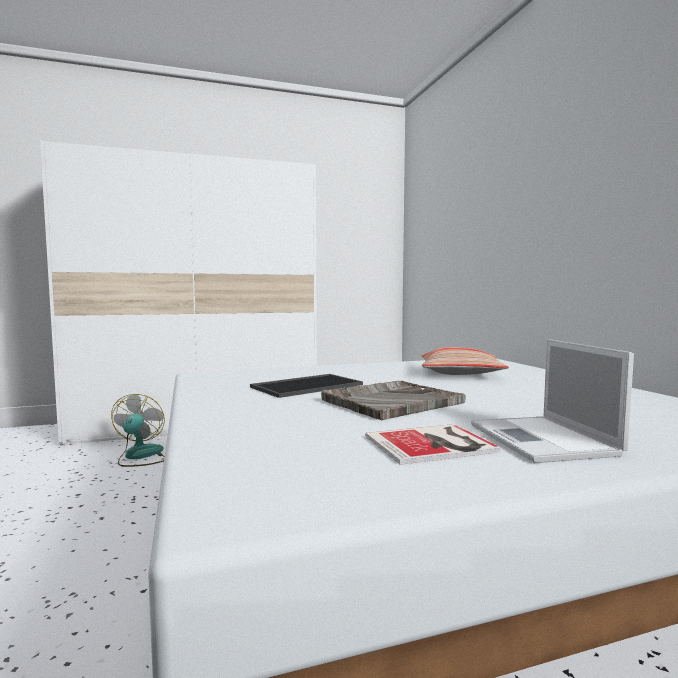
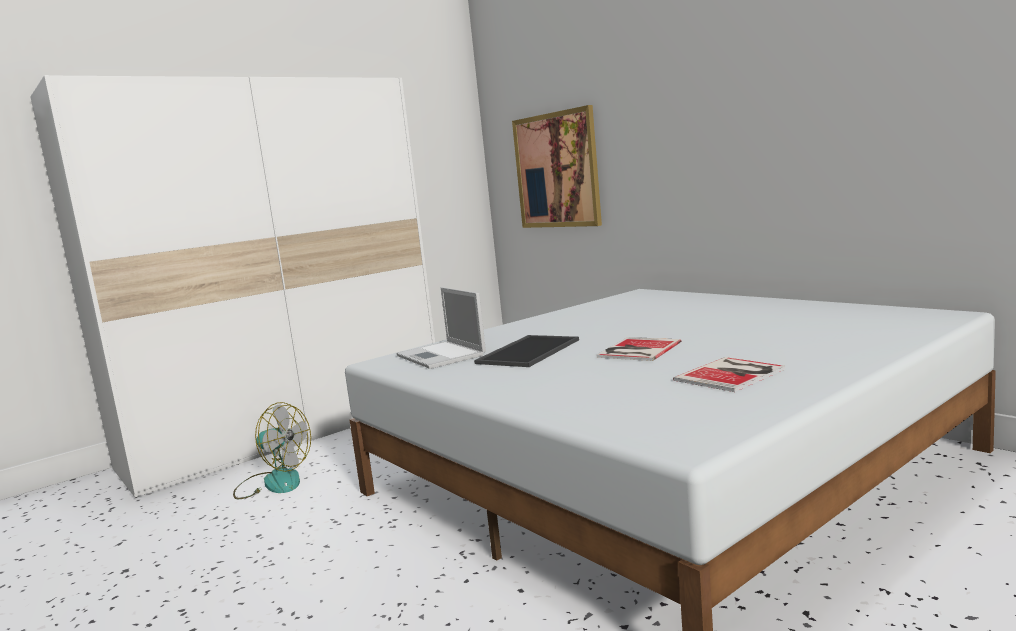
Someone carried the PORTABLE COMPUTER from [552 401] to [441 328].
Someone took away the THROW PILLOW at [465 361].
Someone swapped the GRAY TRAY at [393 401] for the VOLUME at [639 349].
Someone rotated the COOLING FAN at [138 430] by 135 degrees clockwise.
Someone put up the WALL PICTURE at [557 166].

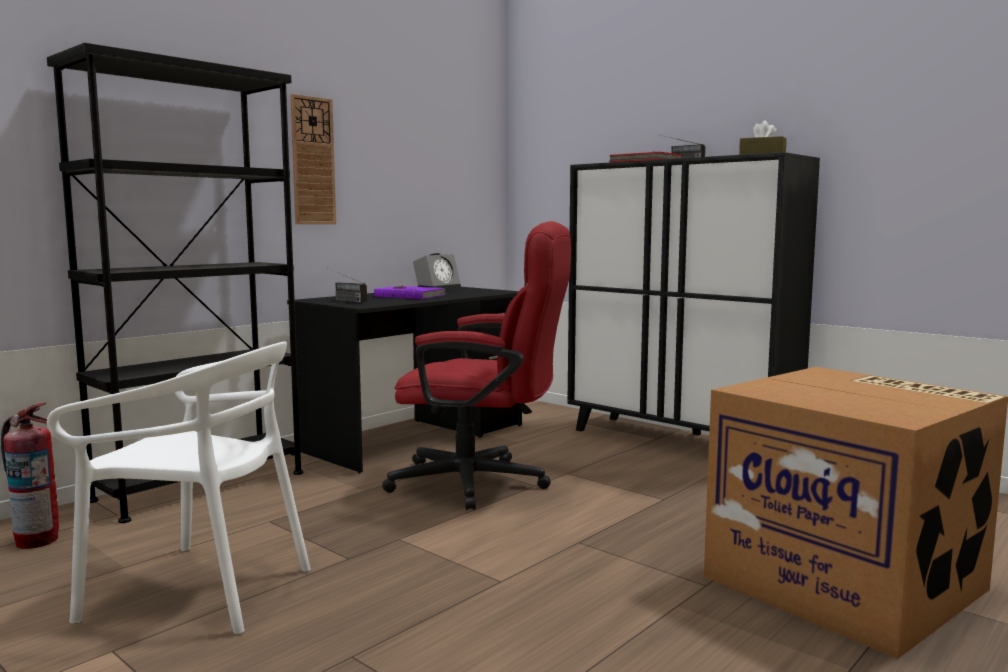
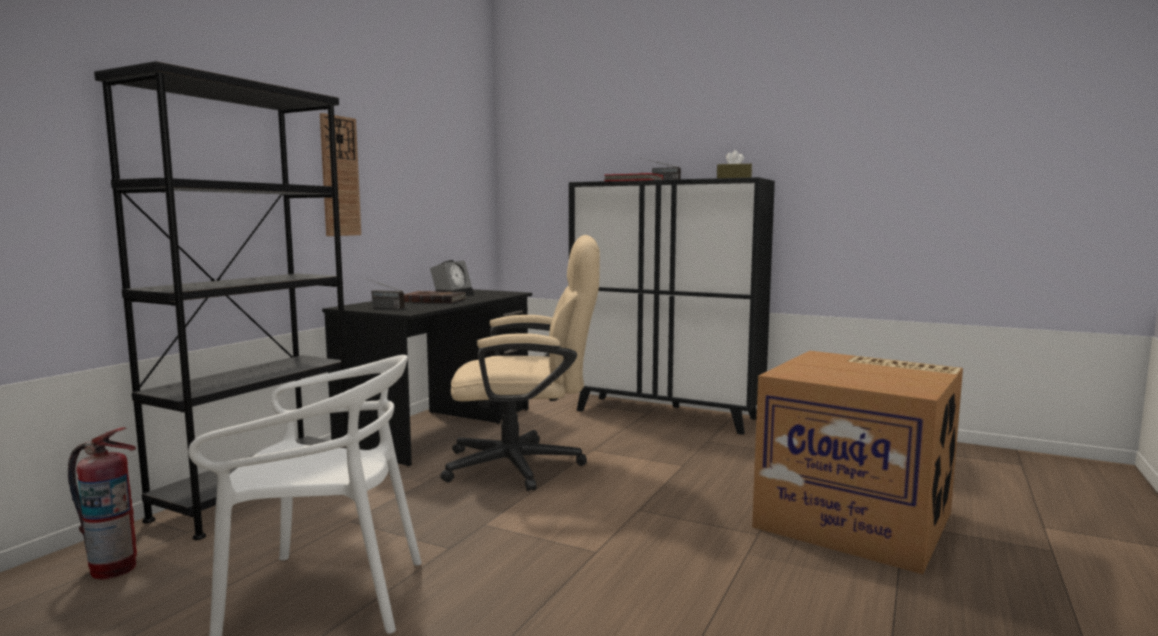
Someone repainted the RED OFFICE CHAIR at [476 365], which became the BEIGE-COLOURED OFFICE CHAIR at [520 363].
Someone repainted the PURPLE VOLUME at [409 292], which became the BROWN-COLOURED VOLUME at [435 297].

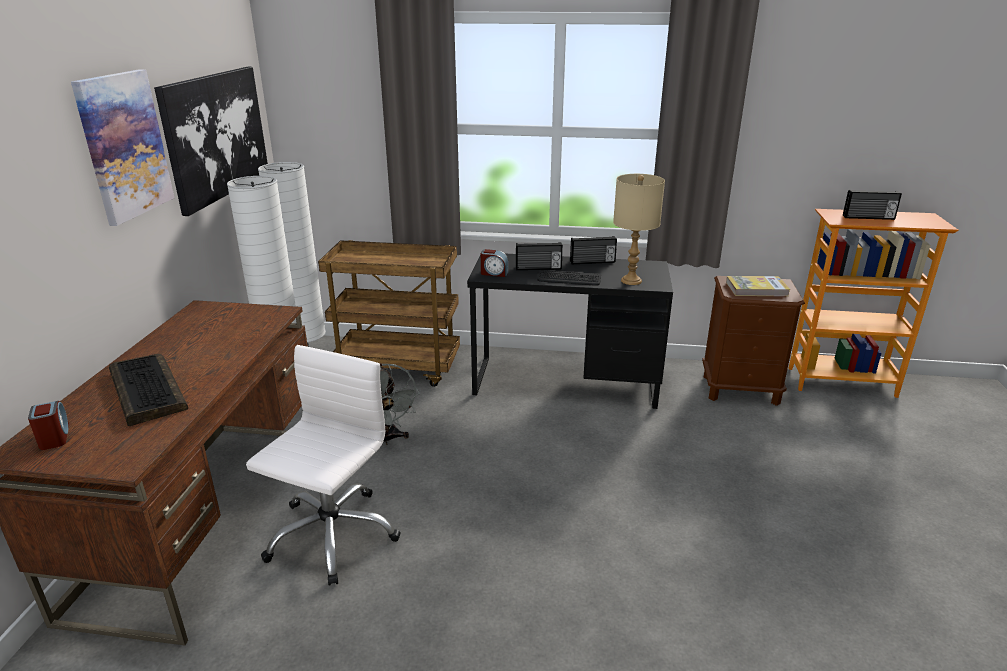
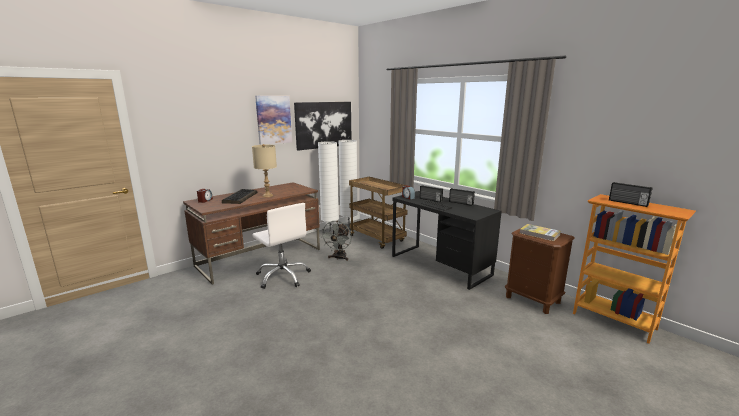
Someone carried the BEIGE-COLOURED LAMP FOR A TABLE from [639 229] to [264 170].
Someone rotated the WHITE OFFICE CHAIR at [323 465] by 75 degrees clockwise.

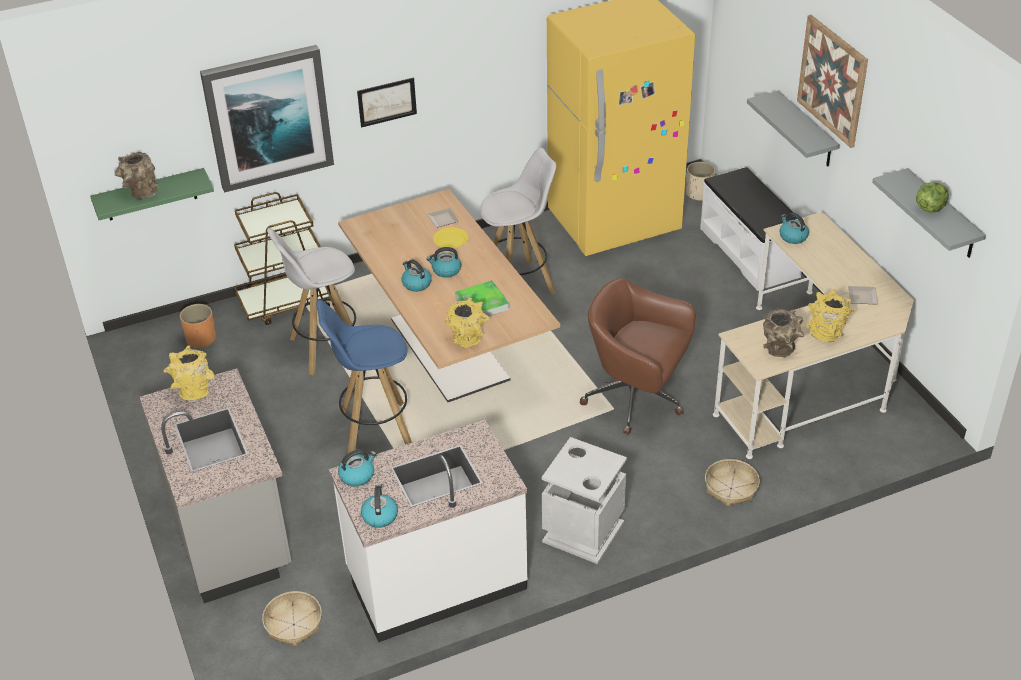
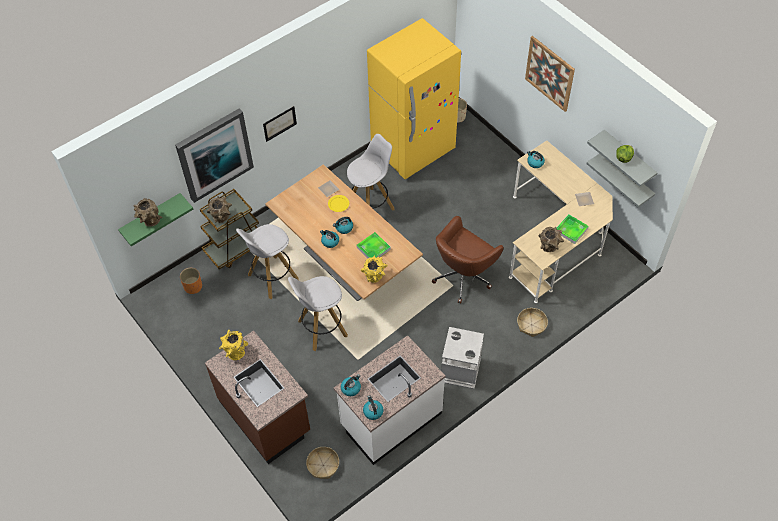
Someone carried the GRAY BRACKET SHELF from [793 128] to [621 180].
Someone took away the WHITE INDOOR BENCH at [751 229].
Someone rotated the BROWN-COLOURED OFFICE CHAIR at [638 356] by 60 degrees counterclockwise.
Someone swapped the YELLOW FLOWER VASE at [829 316] for the TRAY at [572 229].
Someone repainted the BLUE STOOL SEAT at [364 376], which became the WHITE STOOL SEAT at [318 313].
Someone repainted the GRAY COUNTER at [216 486], which became the BROWN-COLOURED COUNTER at [257 397].
Someone put down the BROWN-COLOURED FLOWER VASE at [219 209].

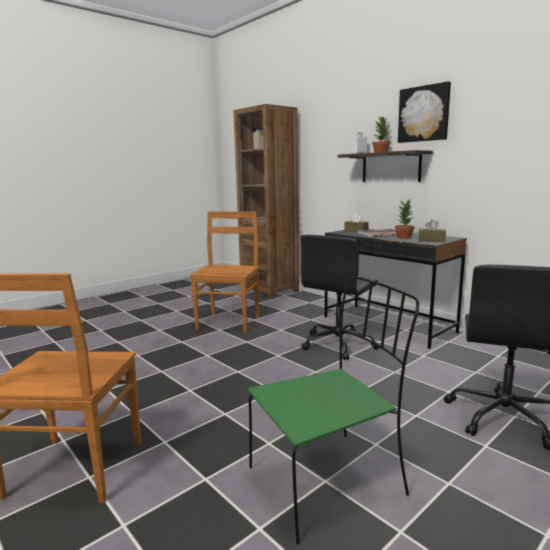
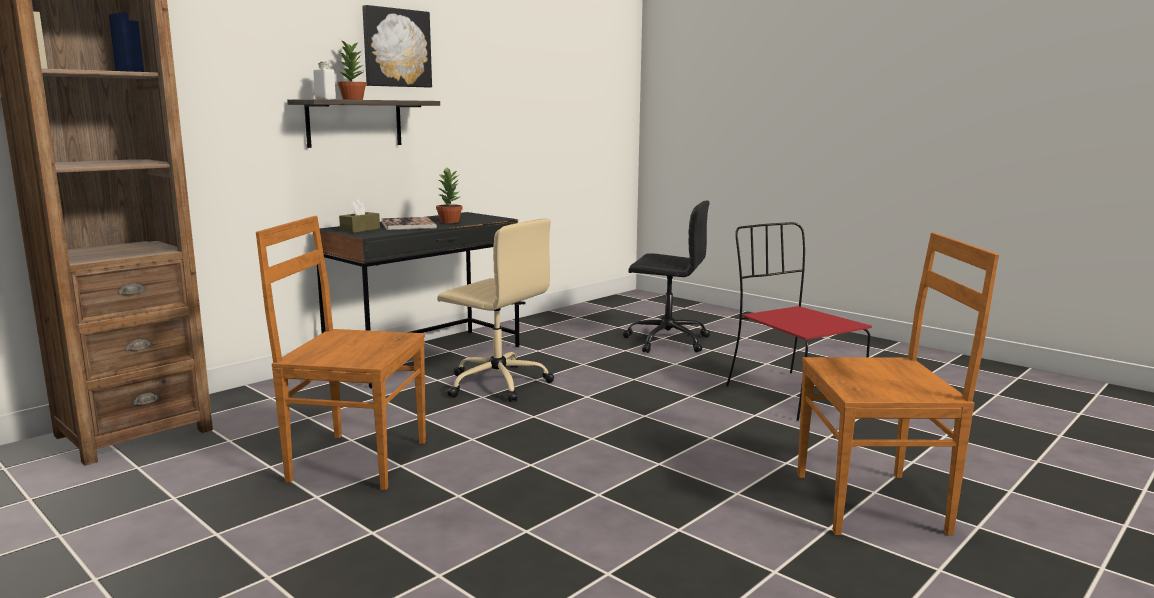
Someone took away the BROWN-COLOURED TISSUE HOLDER at [432 230].
Someone repainted the BLACKISH OFFICE CHAIR at [340 297], which became the BEIGE-COLOURED OFFICE CHAIR at [495 310].
Someone repainted the GREEN-COLOURED UPRIGHT CHAIR at [333 411], which became the RED UPRIGHT CHAIR at [799 321].

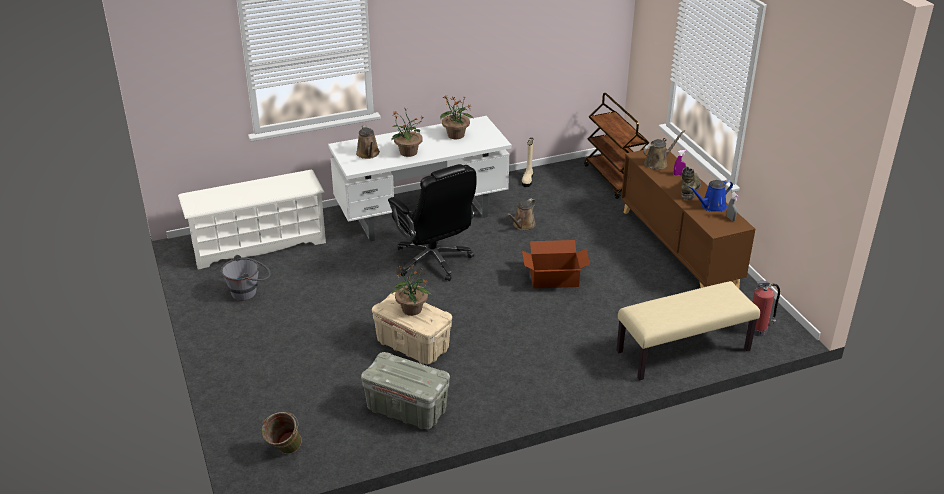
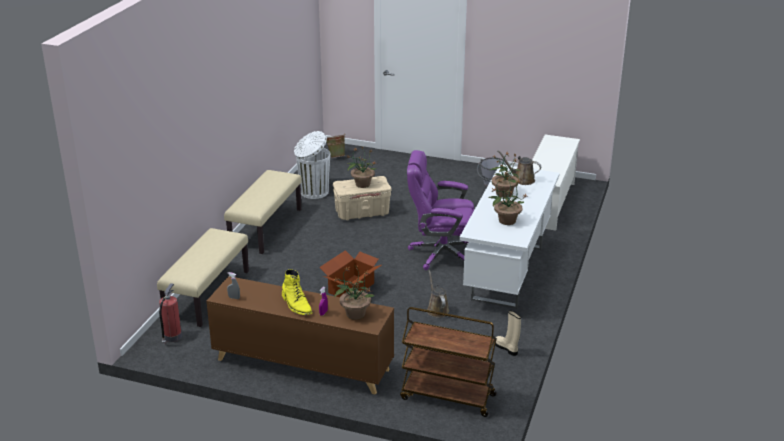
Someone swapped the BROWN-COLOURED WATERING CAN at [664 149] for the PLANT IN A POT at [354 292].
Someone repainted the BLACKISH OFFICE CHAIR at [432 222], which became the PURPLE OFFICE CHAIR at [440 210].
Someone repainted the GREEN-COLOURED BOOT at [691 183], which became the YELLOW BOOT at [297 292].
Someone took away the BLUE WATERING CAN at [710 196].
Someone swapped the GRAY STORAGE BOX at [405 390] for the WHITE WASTE BIN at [312 165].
Someone put down the BEIGE-COLOURED INDOOR BENCH at [263 212].

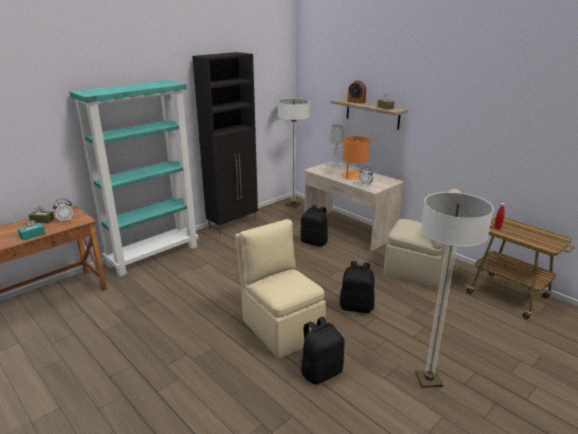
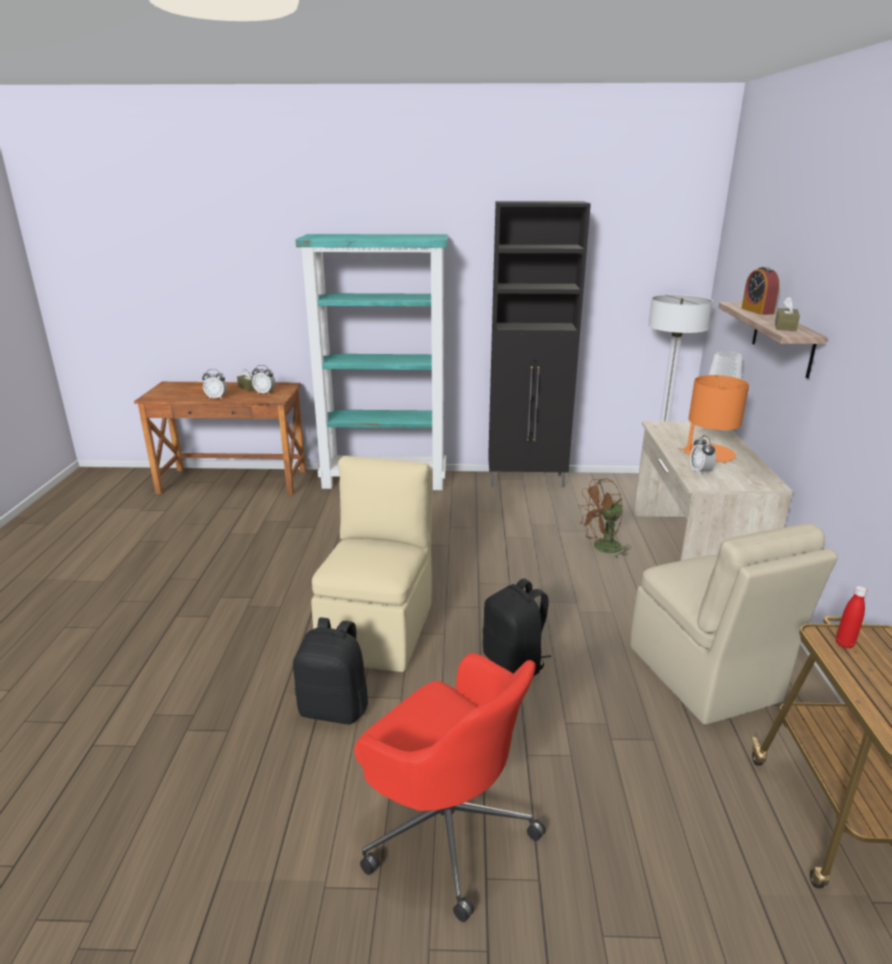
Someone swapped the STANDING LAMP at [454 290] for the RED OFFICE CHAIR at [450 787].
Someone swapped the BLACKISH KNAPSACK at [314 226] for the BROWN-COLOURED COOLING FAN at [604 518].
Someone swapped the TURQUOISE-COLOURED TISSUE HOLDER at [31 230] for the BEDSIDE CLOCK at [214 384].

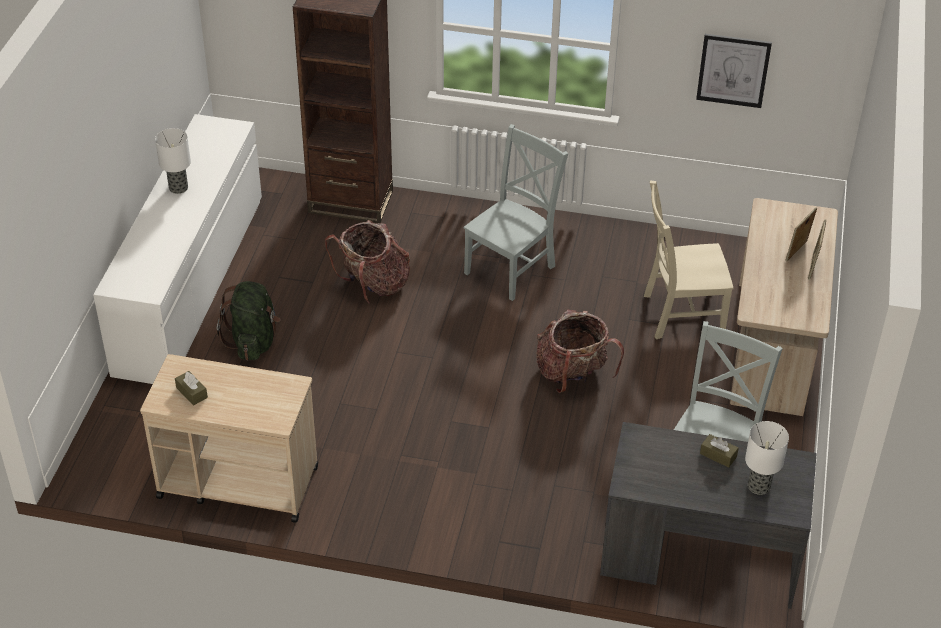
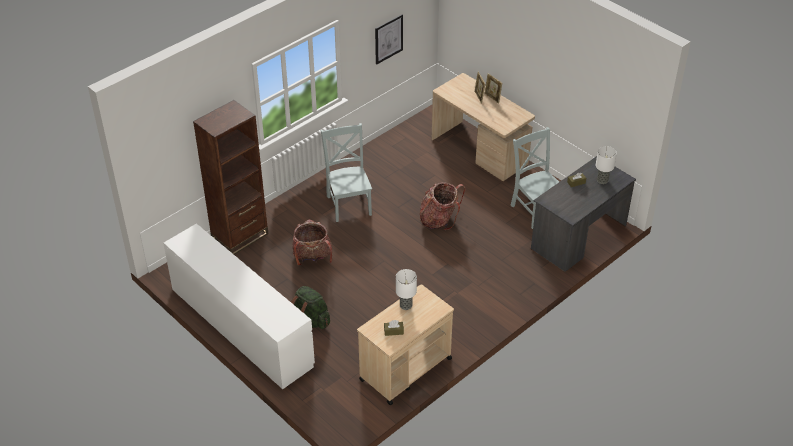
Someone carried the LAMP FOR A TABLE from [173 161] to [406 289].
Someone took away the BEIGE-COLOURED UPRIGHT CHAIR at [688 259].

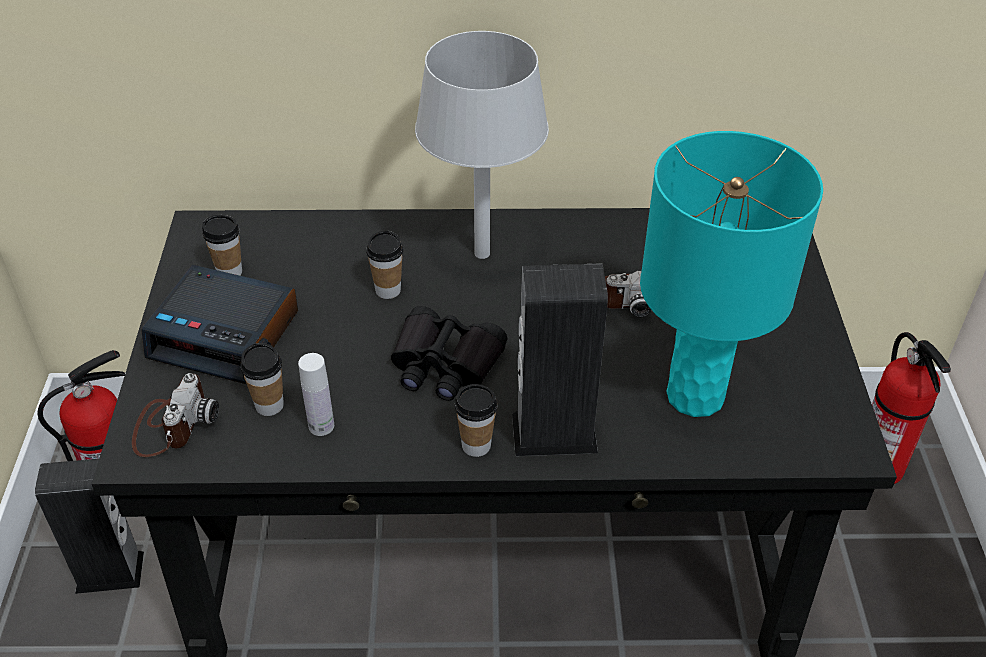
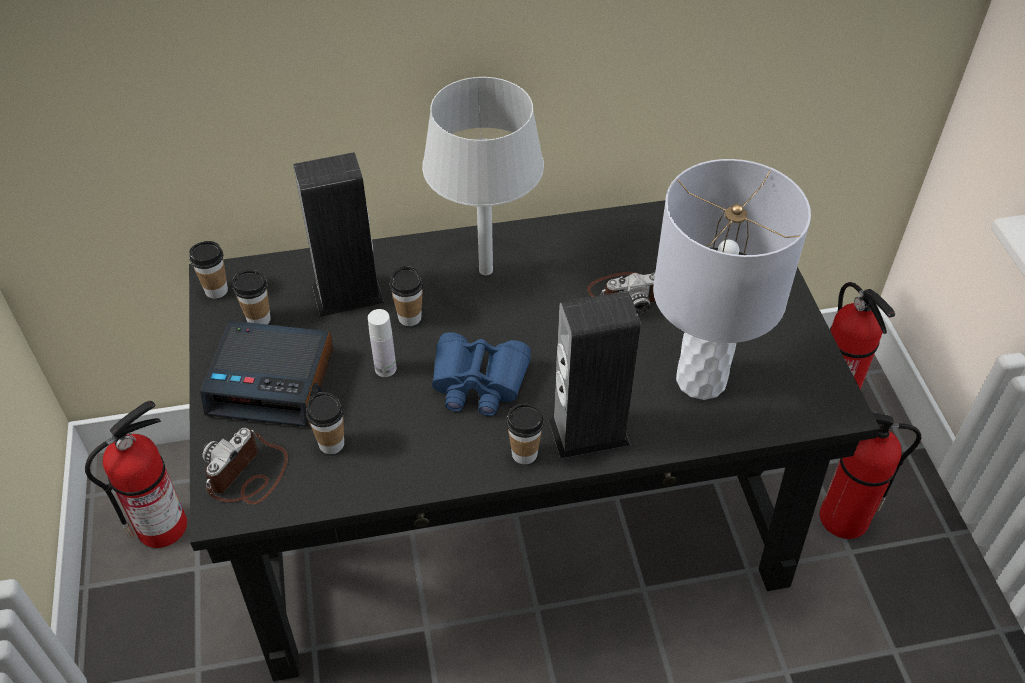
Someone repainted the TURQUOISE-COLOURED LAMP FOR A TABLE at [731 274], which became the GRAY LAMP FOR A TABLE at [732 279].
Someone repainted the BLACKISH PAIR OF BINOCULARS at [449 353], which became the BLUE PAIR OF BINOCULARS at [481 374].
Someone carried the WHITE DRINK BOTTLE from [316 394] to [382 343].
Someone rotated the PHOTO CAMERA at [175 415] by 150 degrees counterclockwise.
Someone carried the AUDIO SPEAKER from [89 526] to [338 234].
Someone put down the SMALL CUP at [208 270].
Someone put down the FIRE-FIGHTING CYLINDER at [870 475].

